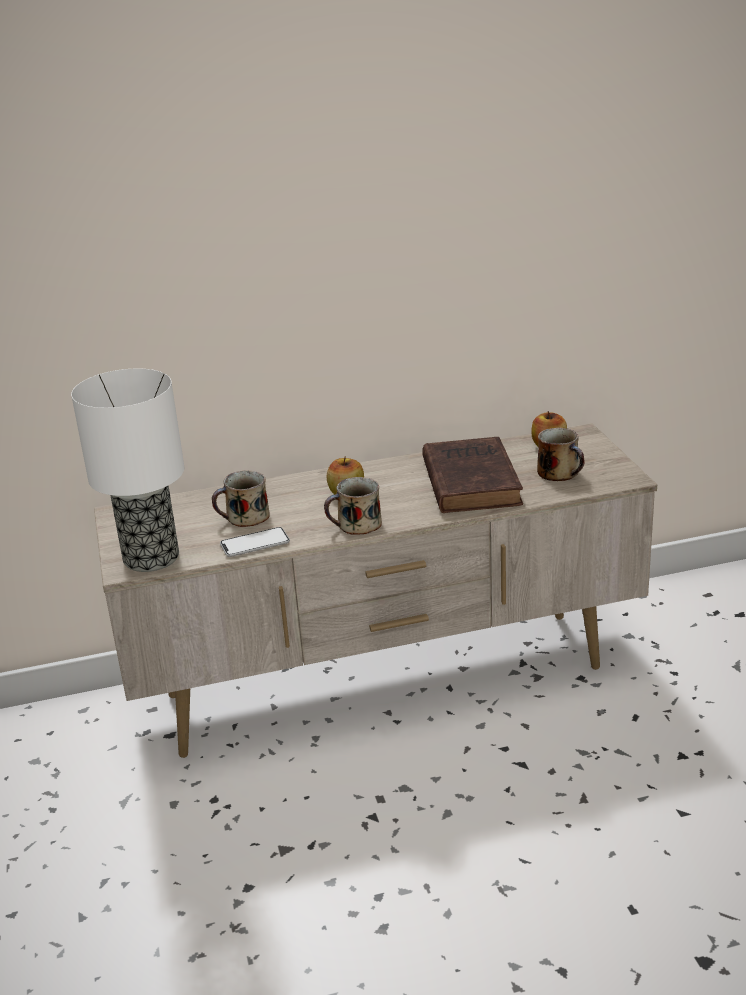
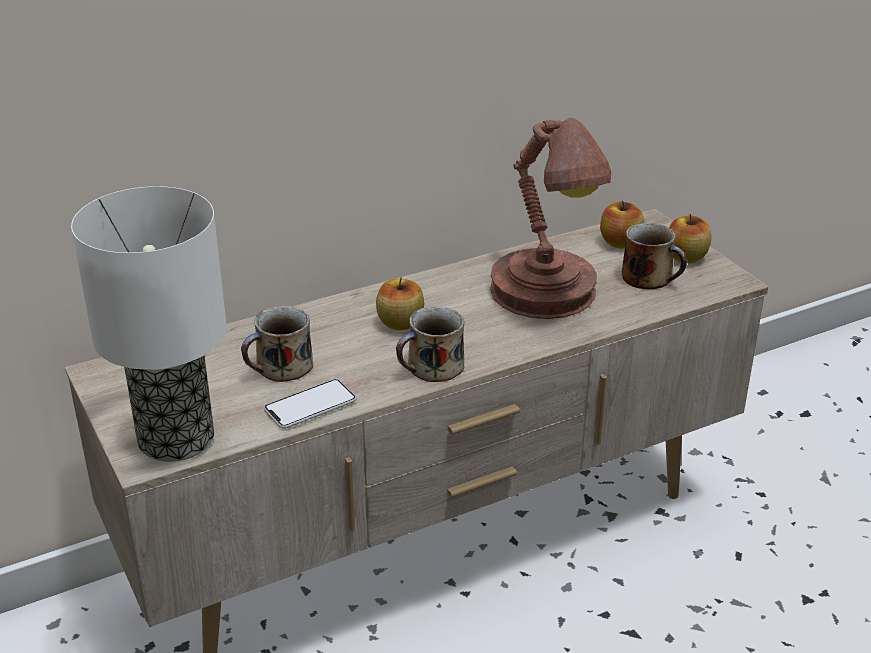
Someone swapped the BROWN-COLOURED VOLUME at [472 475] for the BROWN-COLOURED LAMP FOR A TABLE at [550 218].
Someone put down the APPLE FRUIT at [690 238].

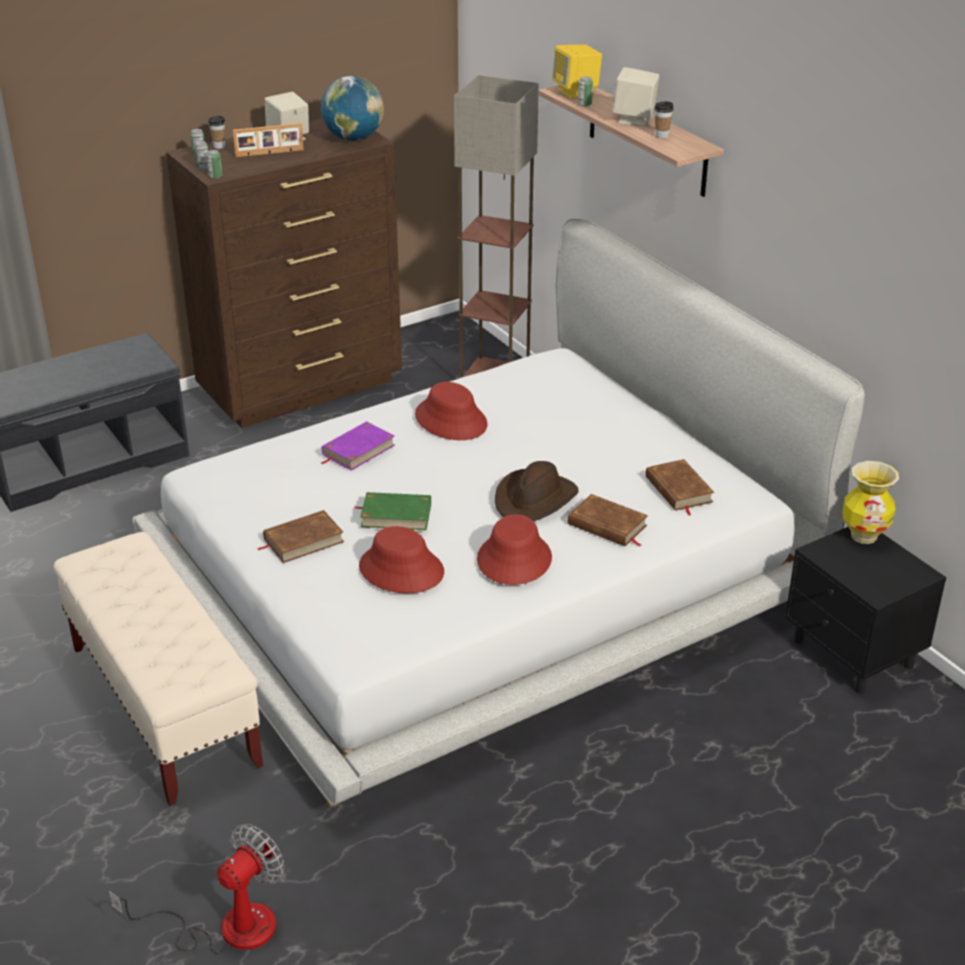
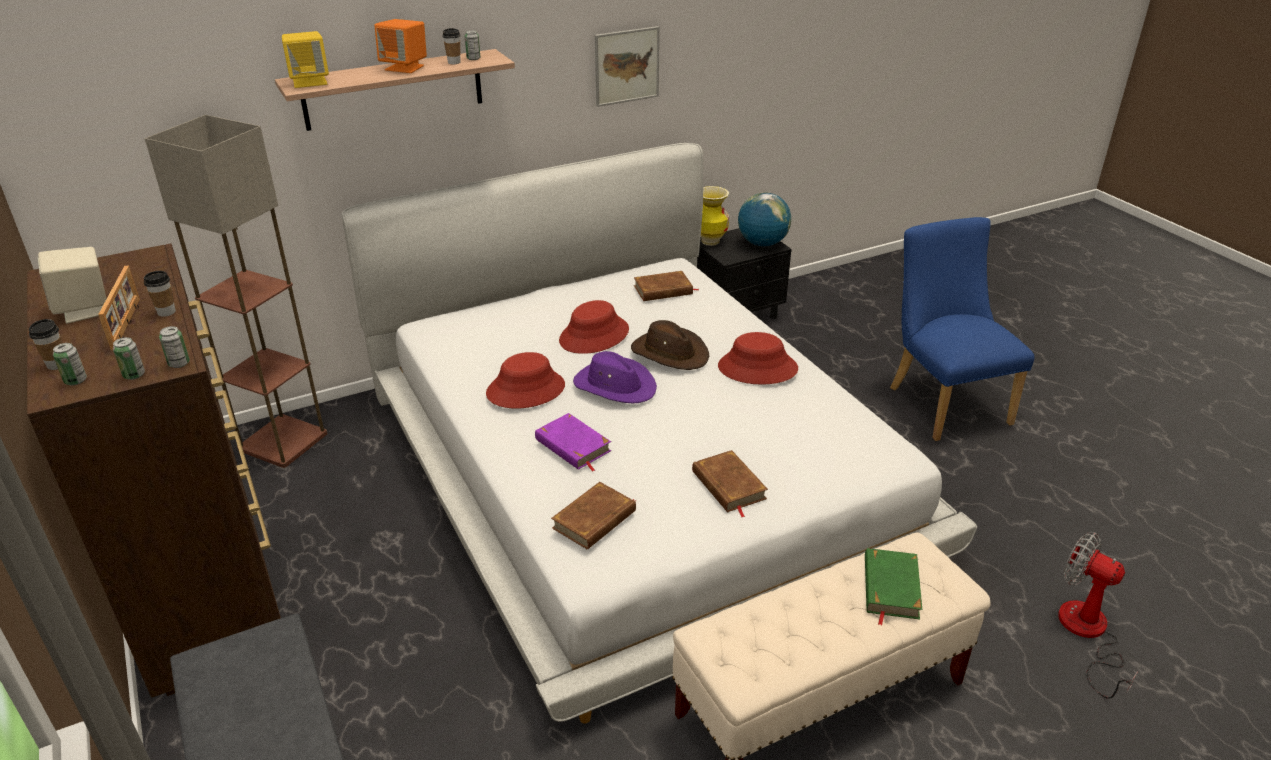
Someone repainted the BEIGE-COLOURED AUDIO SPEAKER at [635 96], which became the ORANGEY AUDIO SPEAKER at [400 46].
Someone carried the WORLD GLOBE from [352 108] to [764 219].
Someone carried the CAN from [585 92] to [472 45].
Someone carried the GREEN-COLOURED VOLUME from [392 511] to [893 587].
Someone carried the BROWN-COLOURED VOLUME from [608 520] to [593 516].
Someone carried the RED HAT from [401 559] to [594 327].
Someone put up the WALL PICTURE at [627 66].
Someone put down the BLUE UPRIGHT CHAIR at [962 329].
Someone put down the SMALL CUP at [160 294].
Someone put down the PURPLE HAT at [615 377].

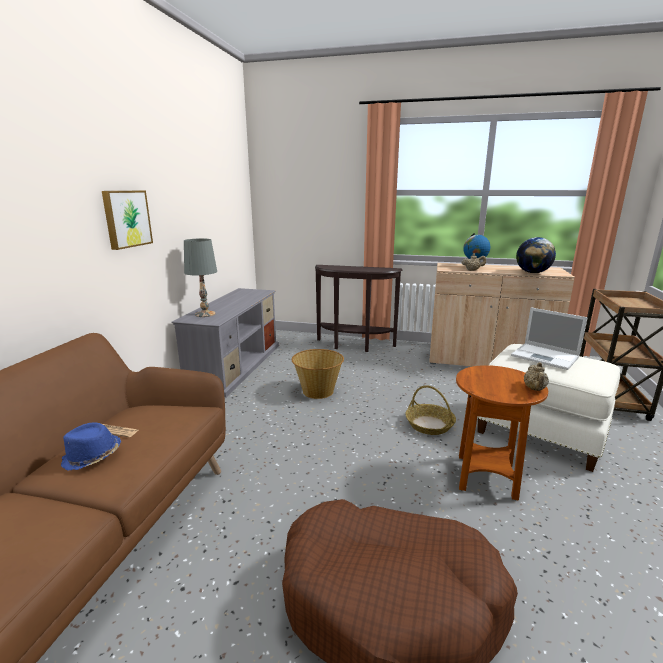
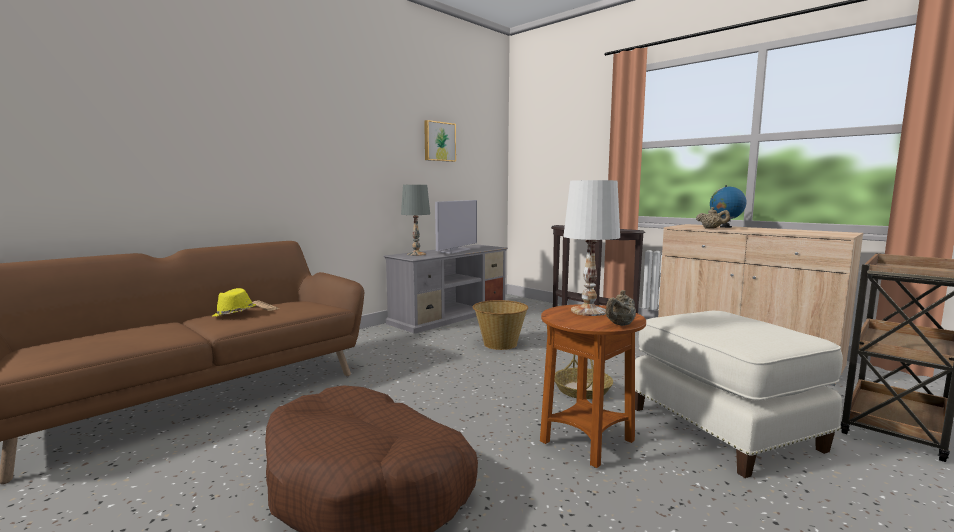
Someone carried the WALL PICTURE from [127 220] to [440 141].
Someone took away the WORLD GLOBE at [536 255].
Someone took away the PORTABLE COMPUTER at [549 338].
Someone repainted the BLUE HAT at [91 446], which became the YELLOW HAT at [234 302].
Someone put down the WHITE LAMP FOR A TABLE at [591 248].
Someone put down the TELEVISION at [456 227].

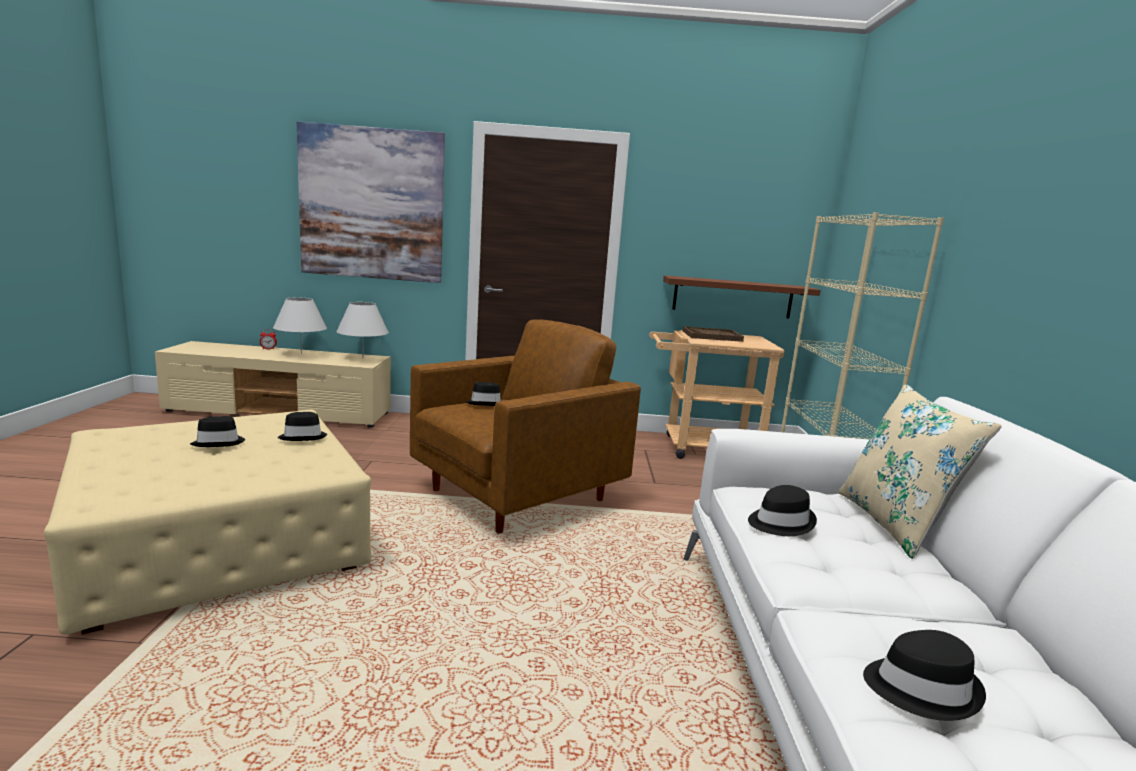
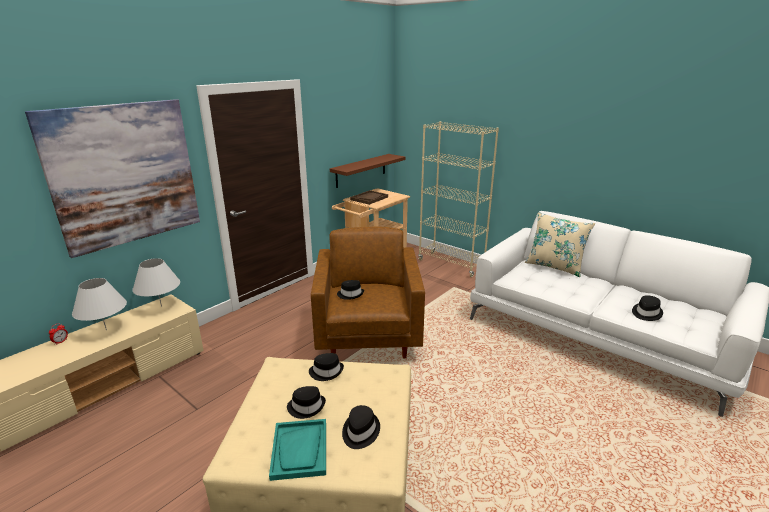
Someone carried the BLACKISH HAT from [782 510] to [361 427].
Someone put down the TURQUOISE-COLOURED TRAY at [297 450].

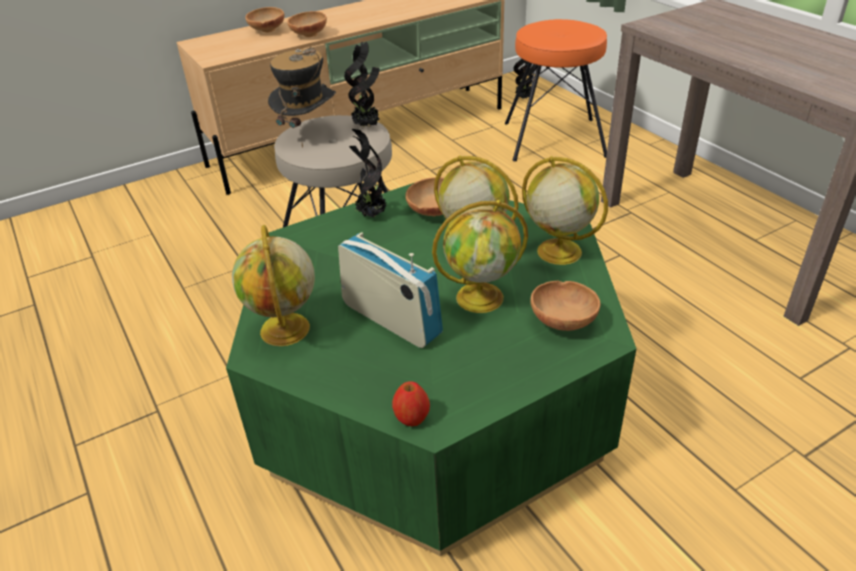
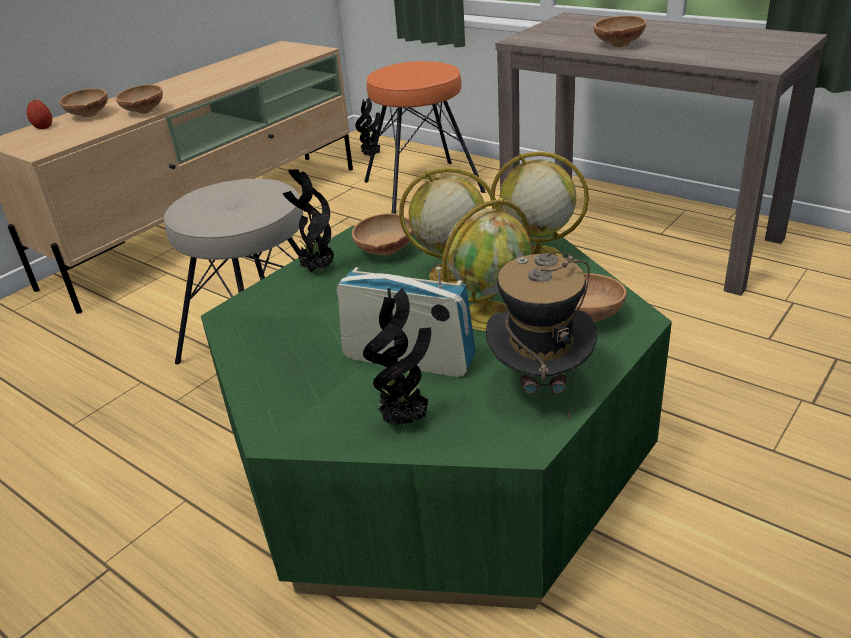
Someone carried the PLANT IN A POT from [362 84] to [397 357].
Someone carried the HAT from [302 97] to [541 336].
Someone took away the WORLD GLOBE at [273 285].
Someone carried the APPLE FRUIT from [411 403] to [39 114].
Someone put down the BROWN-COLOURED SERVING BOWL at [620 31].

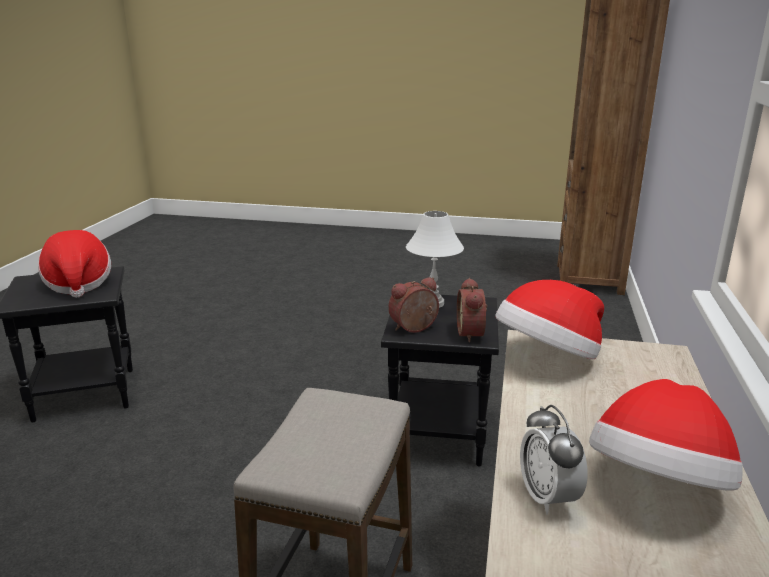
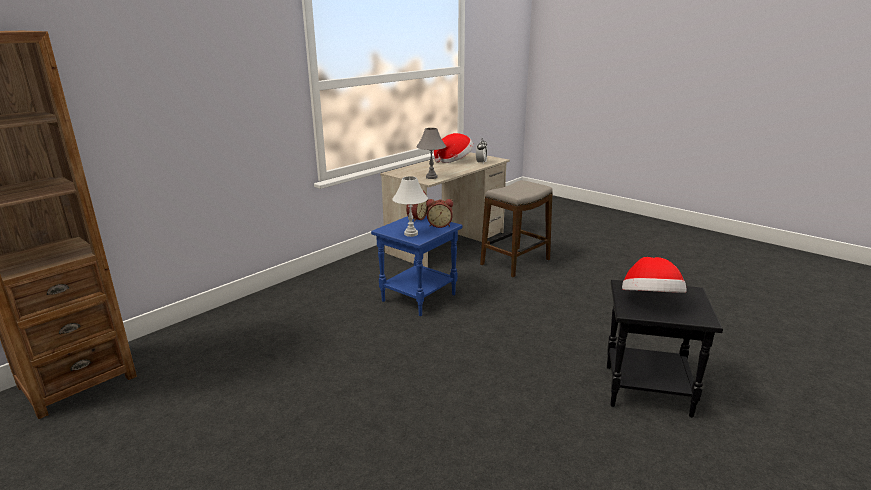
Someone swapped the HAT at [549 319] for the GRAY LAMP FOR A TABLE at [431 153].
Someone repainted the BLACKISH ACCENT TABLE at [440 381], which became the BLUE ACCENT TABLE at [417 266].

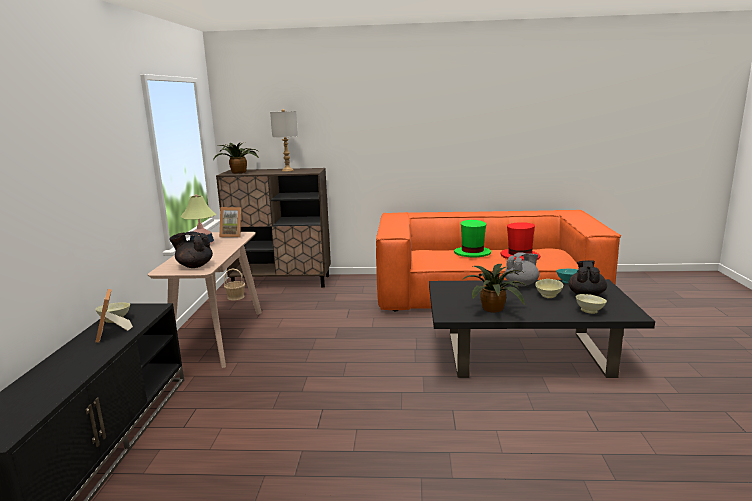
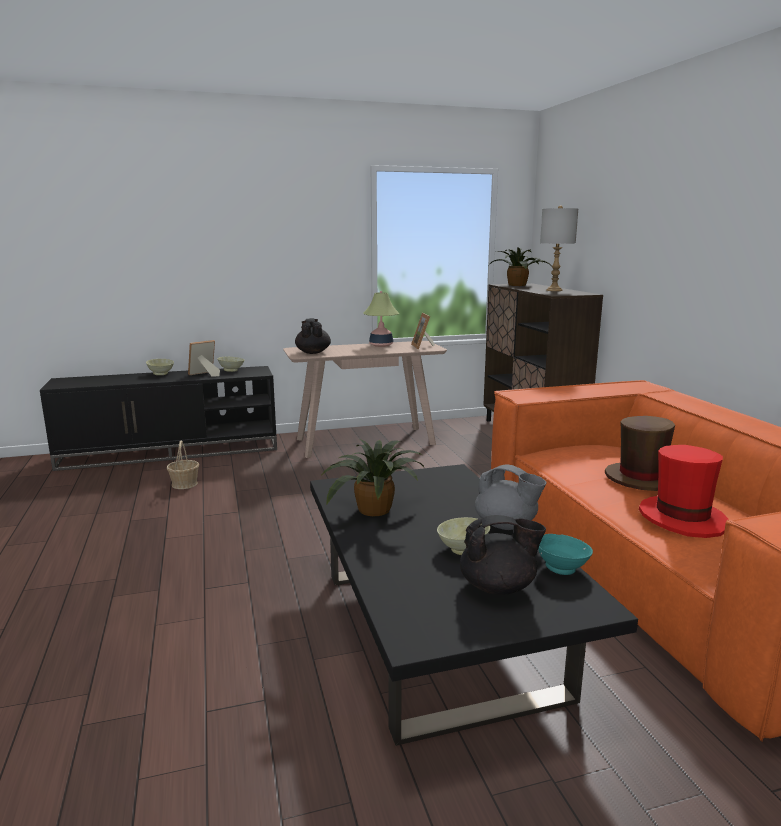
Someone repainted the GREEN-COLOURED HAT at [472 238], which became the BROWN-COLOURED HAT at [639 453].
Someone carried the STORAGE BASKET from [234 284] to [183 465].
Someone carried the BEIGE-COLOURED SERVING BOWL from [591 304] to [160 367].

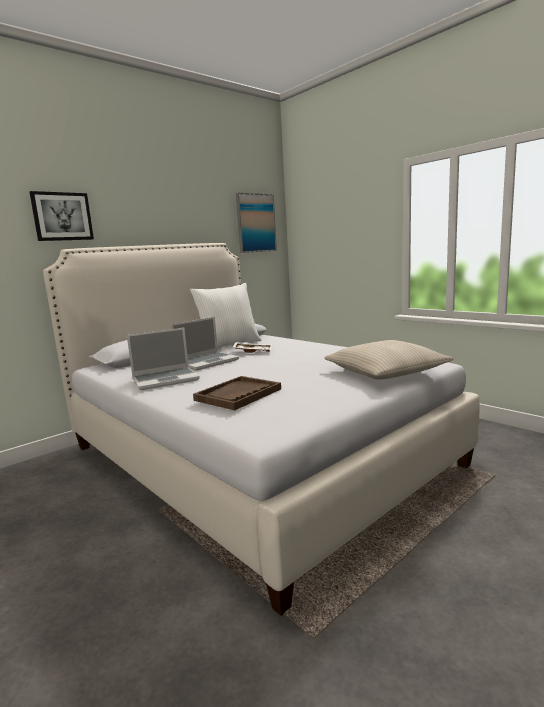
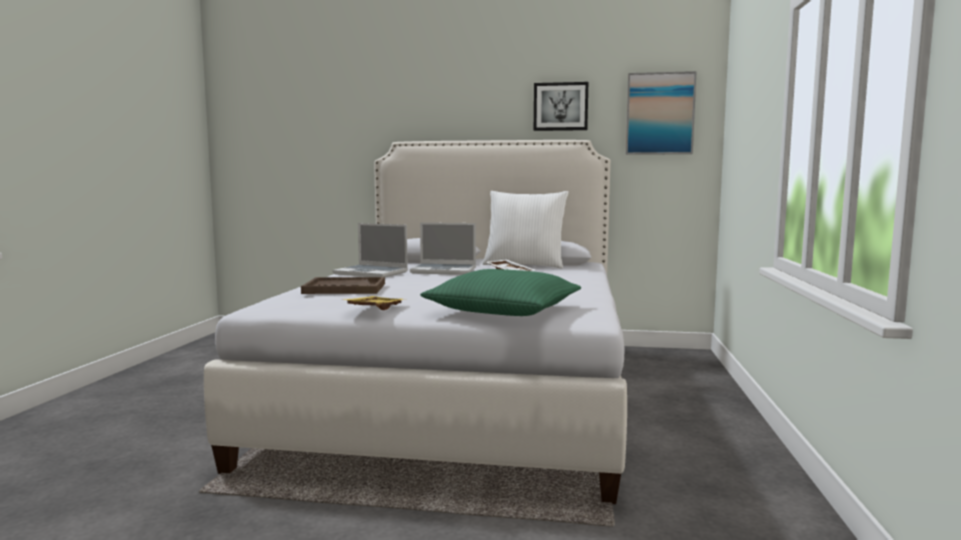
Someone carried the WALL PICTURE from [62 216] to [561 106].
Someone repainted the BEIGE-COLOURED THROW PILLOW at [389 360], which became the GREEN-COLOURED THROW PILLOW at [500 292].
Someone put down the YELLOW TRAY at [372 303].

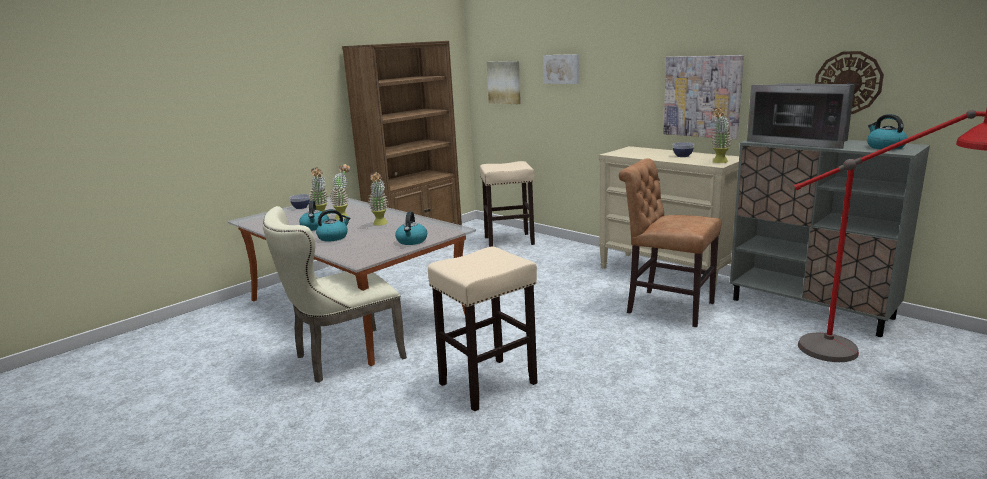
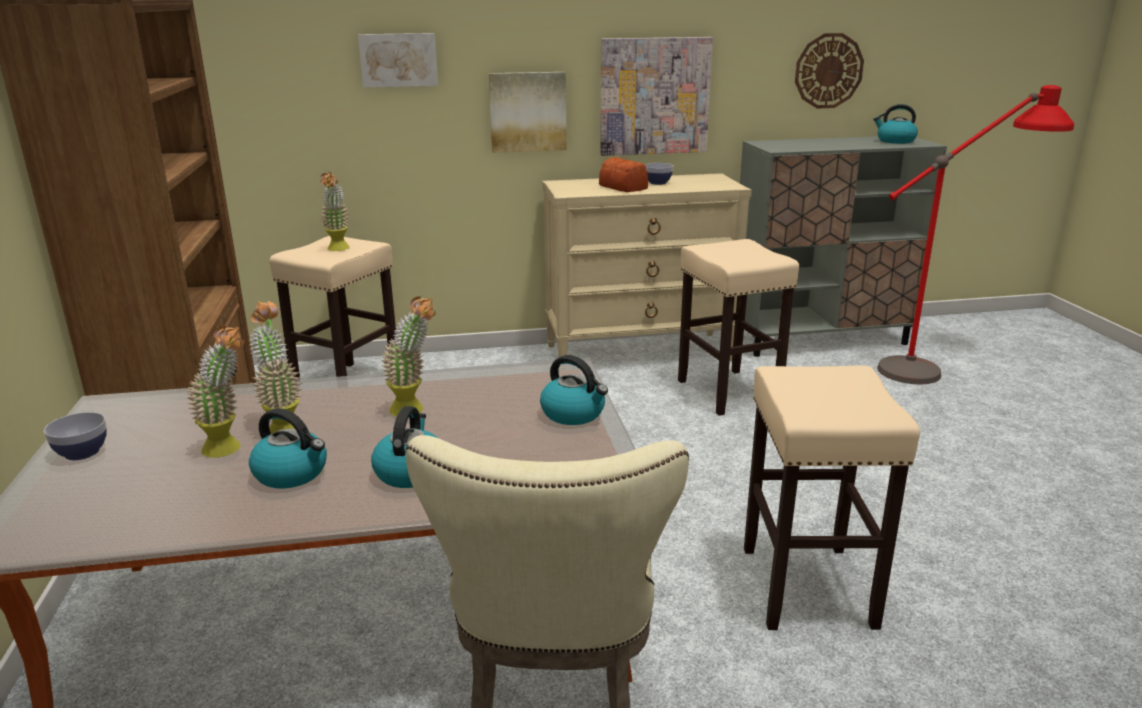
Someone carried the WALL PICTURE from [504 82] to [527 112].
Someone took away the MICROWAVE at [801 116].
Someone carried the PLANT IN A POT from [721 135] to [335 211].
Someone swapped the BROWN-COLOURED UPRIGHT CHAIR at [670 242] for the BEIGE-COLOURED STOOL SEAT at [738 327].
Someone put down the BAKERY BREAD at [623 174].

